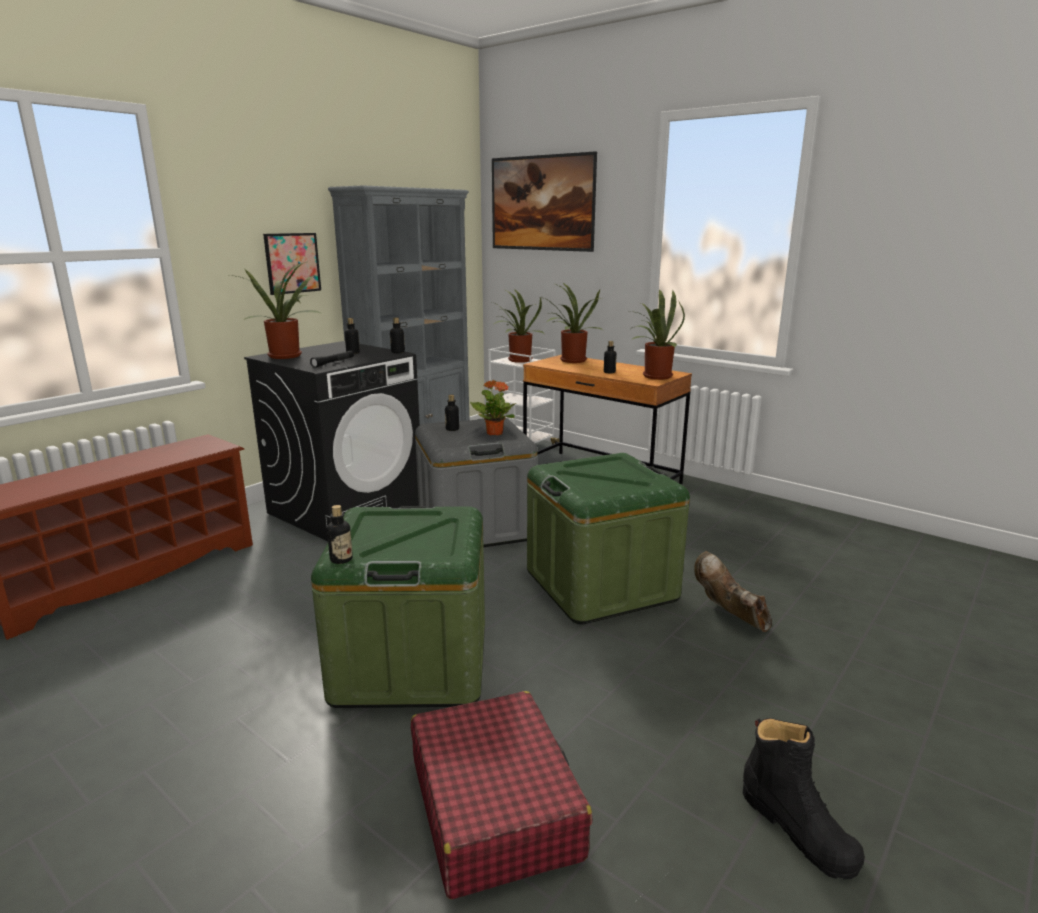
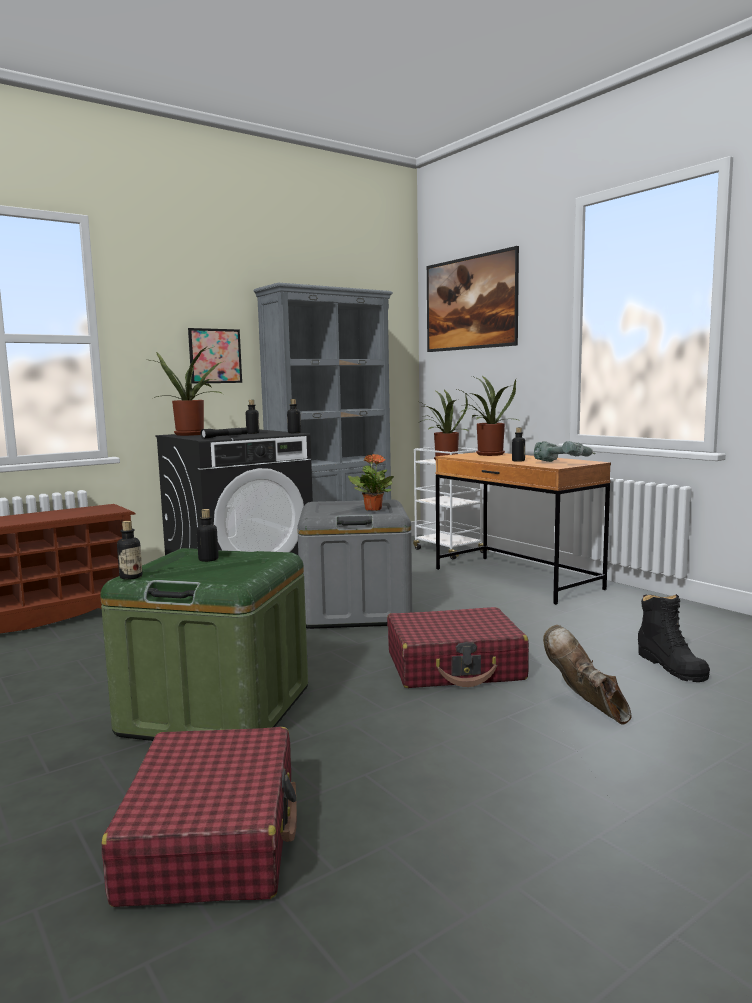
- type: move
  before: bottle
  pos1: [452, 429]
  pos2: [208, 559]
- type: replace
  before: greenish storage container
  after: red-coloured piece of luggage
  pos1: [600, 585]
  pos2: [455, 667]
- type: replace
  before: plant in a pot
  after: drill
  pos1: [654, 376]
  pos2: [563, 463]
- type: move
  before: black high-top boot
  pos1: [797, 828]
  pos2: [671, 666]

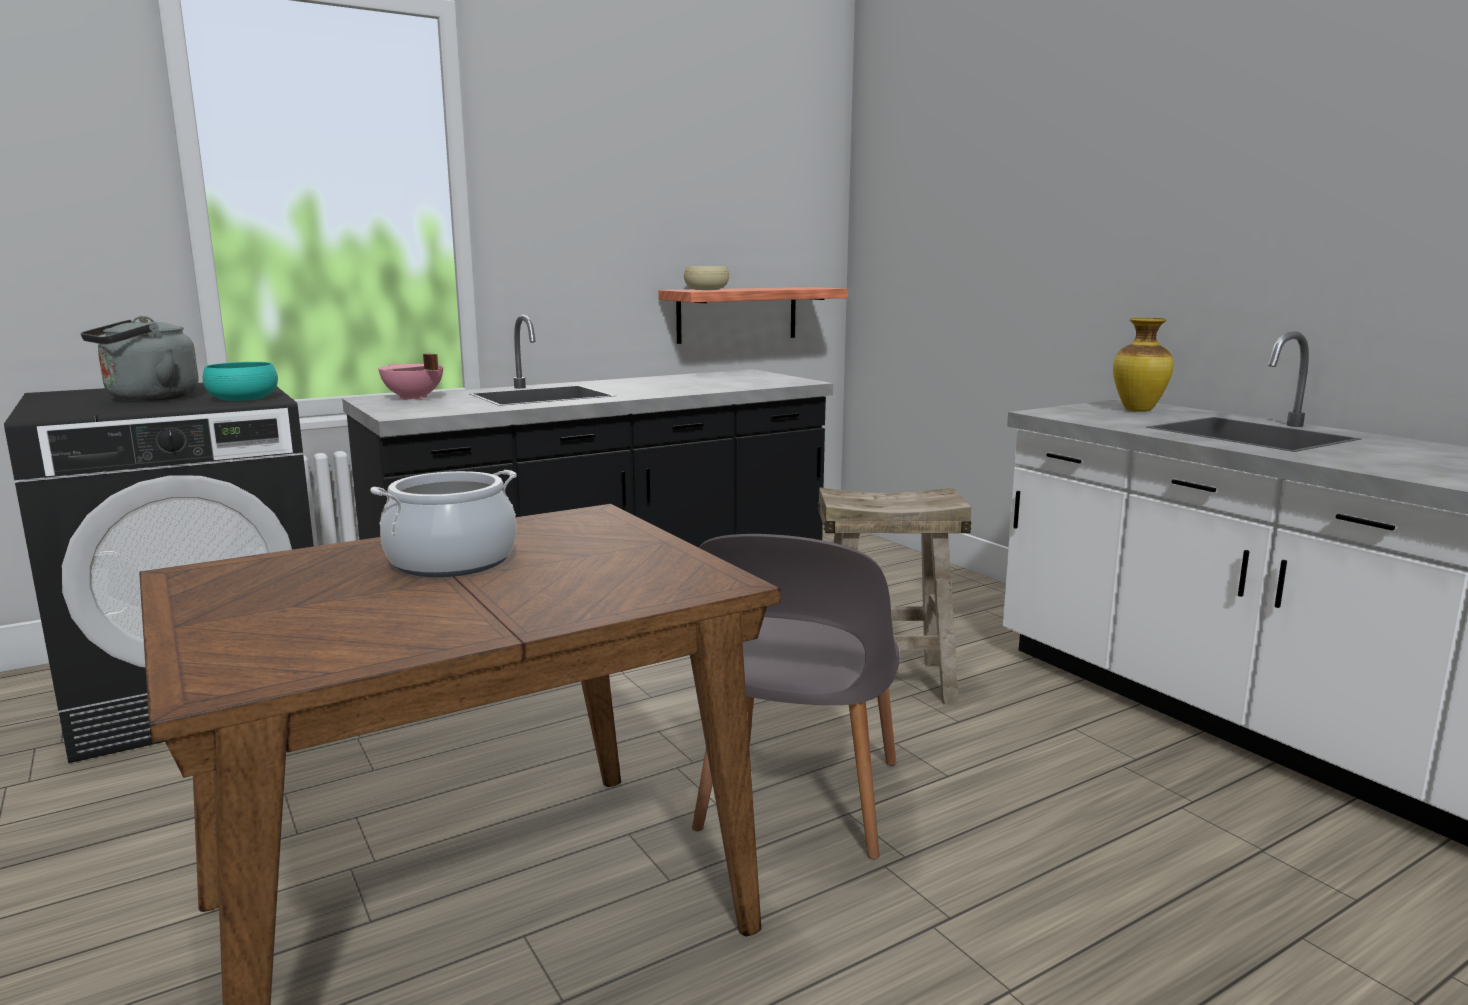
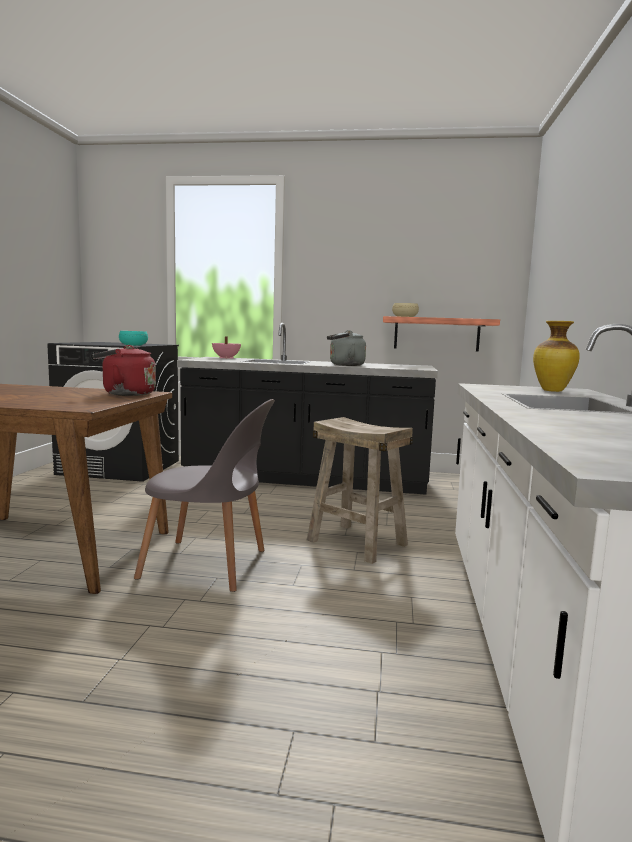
- type: move
  before: greyish kettle
  pos1: [147, 398]
  pos2: [344, 365]
- type: delete
  before: stockpot
  pos1: [452, 562]
- type: rotate
  before: greyish upright chair
  pos1: [798, 800]
  pos2: [209, 565]
  turn: -135
- type: insert
  after: red-coloured kettle
  pos2: [125, 394]

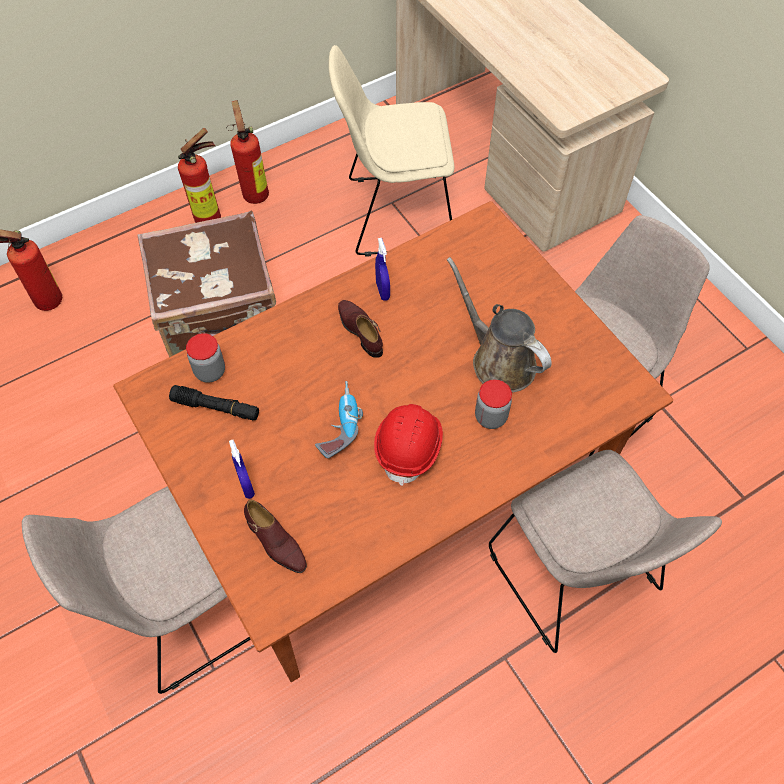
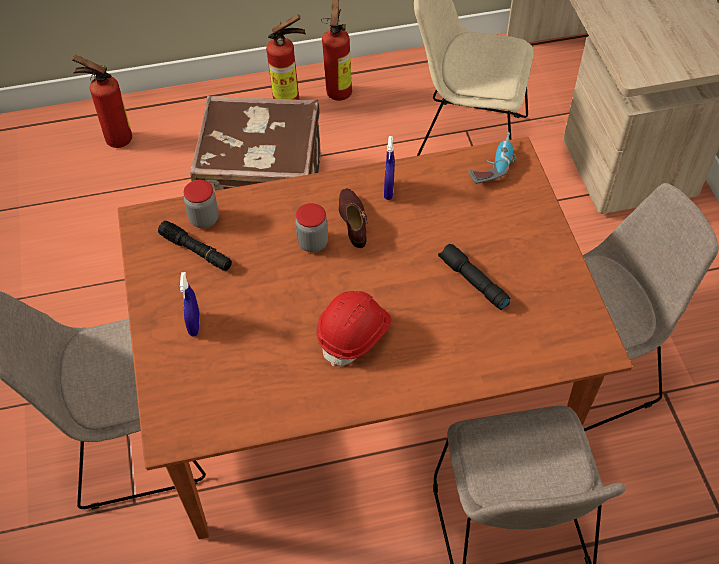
- type: delete
  before: brown shoe
  pos1: [275, 542]
- type: move
  before: drill
  pos1: [339, 424]
  pos2: [493, 164]
- type: replace
  before: brown sprinkling can
  after: black hand torch
  pos1: [498, 360]
  pos2: [472, 282]
- type: move
  before: jar
  pos1: [490, 417]
  pos2: [313, 243]

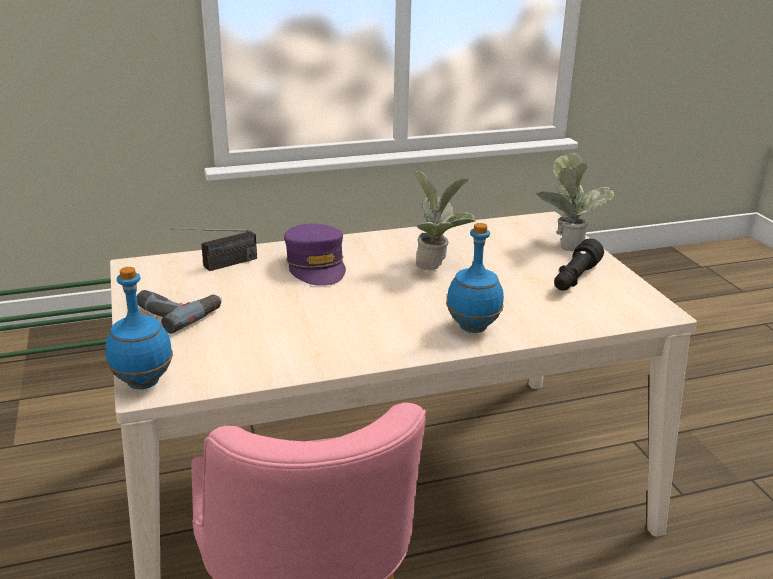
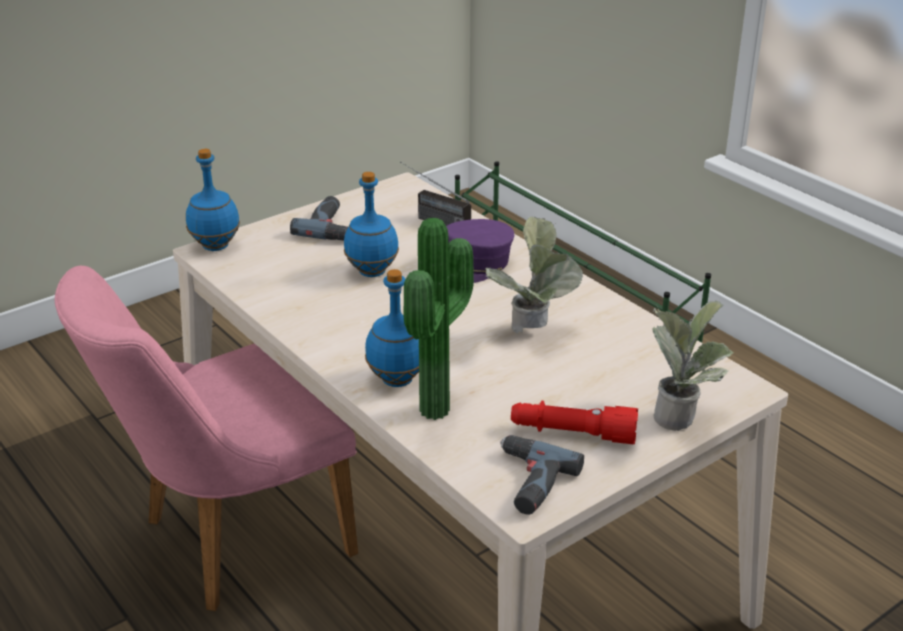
- type: recolor
  before: black hand torch
  after: red-coloured hand torch
  pos1: [575, 278]
  pos2: [572, 433]
- type: insert
  after: blue bottle
  pos2: [372, 272]
- type: insert
  after: plant in a pot
  pos2: [440, 411]
- type: insert
  after: drill
  pos2: [526, 482]

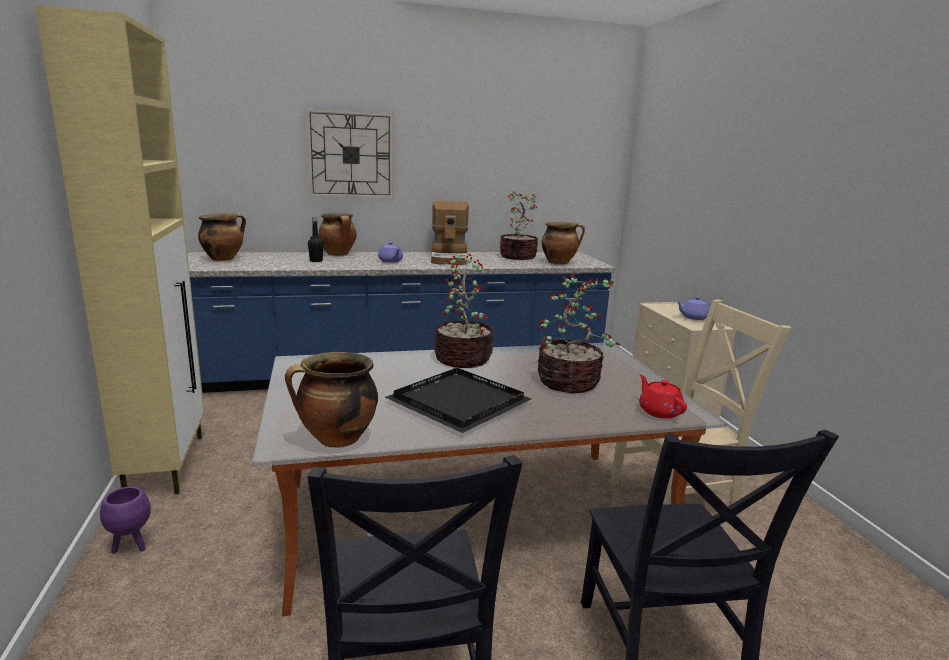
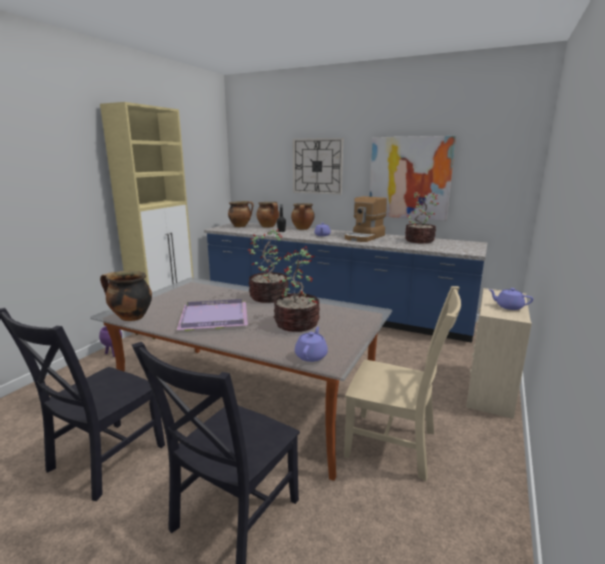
- type: recolor
  before: black carrying tray
  after: purple carrying tray
  pos1: [458, 401]
  pos2: [215, 316]
- type: move
  before: stockpot
  pos1: [559, 263]
  pos2: [268, 226]
- type: recolor
  before: red-coloured tea pot
  after: purple tea pot
  pos1: [659, 411]
  pos2: [311, 355]
- type: insert
  after: wall art
  pos2: [409, 178]

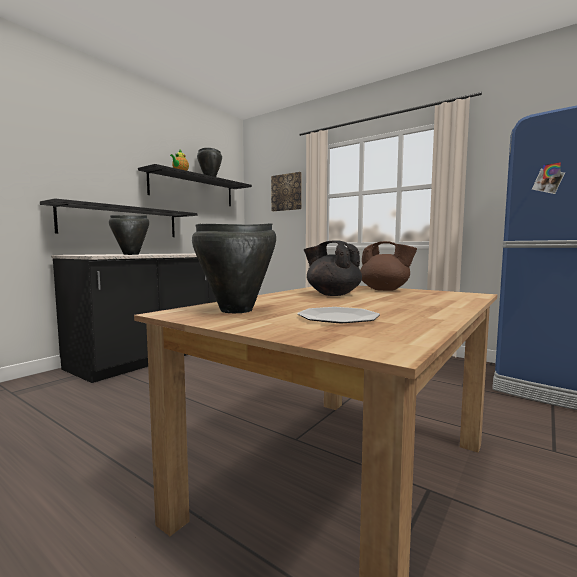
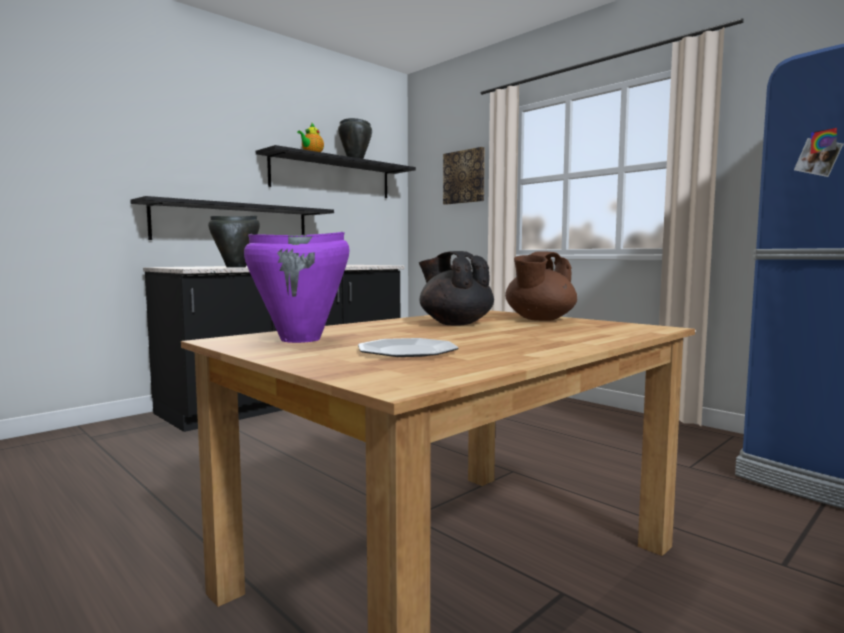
- type: recolor
  before: black stockpot
  after: purple stockpot
  pos1: [237, 310]
  pos2: [301, 339]
- type: rotate
  before: brown tea pot
  pos1: [385, 290]
  pos2: [539, 319]
  turn: 90

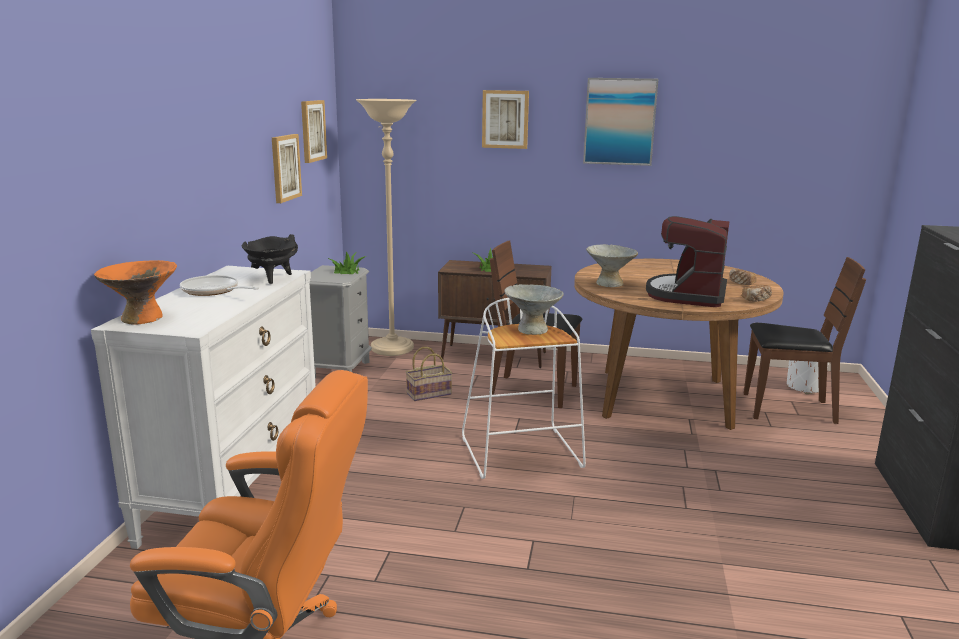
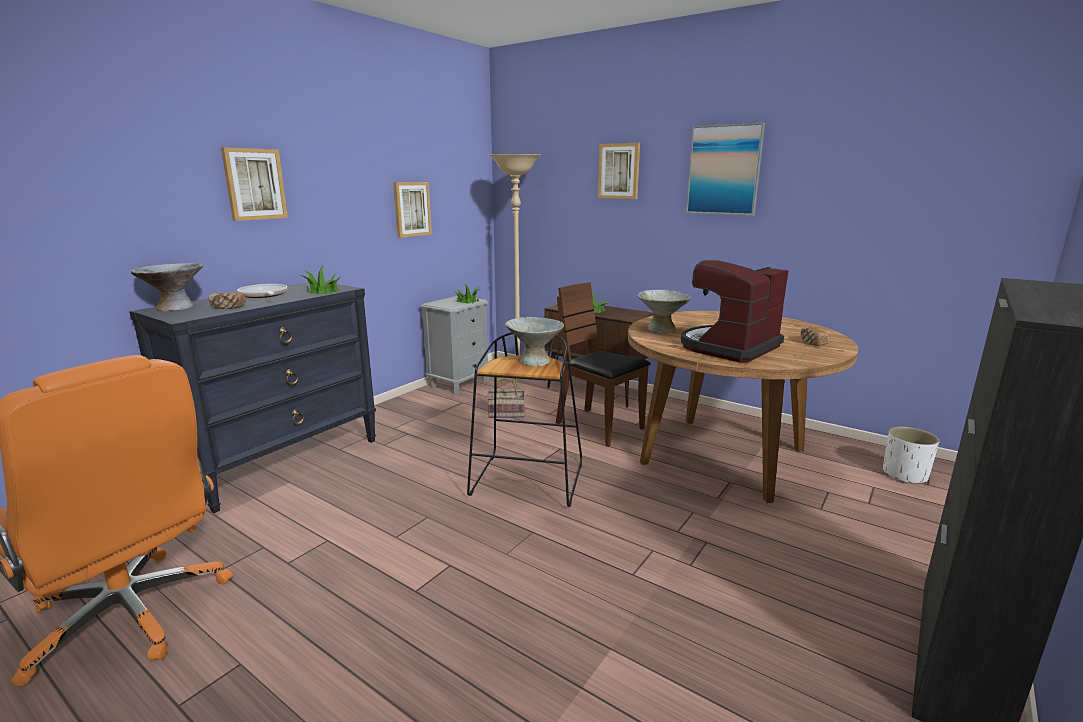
- type: recolor
  before: whitish dresser
  after: black dresser
  pos1: [234, 491]
  pos2: [283, 462]
- type: recolor
  before: orange-coloured deep dish
  after: greyish deep dish
  pos1: [142, 318]
  pos2: [175, 307]
- type: replace
  before: black stockpot
  after: plant in a pot
  pos1: [271, 278]
  pos2: [322, 291]
- type: move
  before: wall art
  pos1: [312, 131]
  pos2: [254, 184]
- type: recolor
  before: whitish stool
  after: black stool
  pos1: [523, 454]
  pos2: [528, 481]
- type: move
  before: bakery bread
  pos1: [756, 300]
  pos2: [228, 308]
- type: delete
  before: brown upright chair
  pos1: [787, 409]

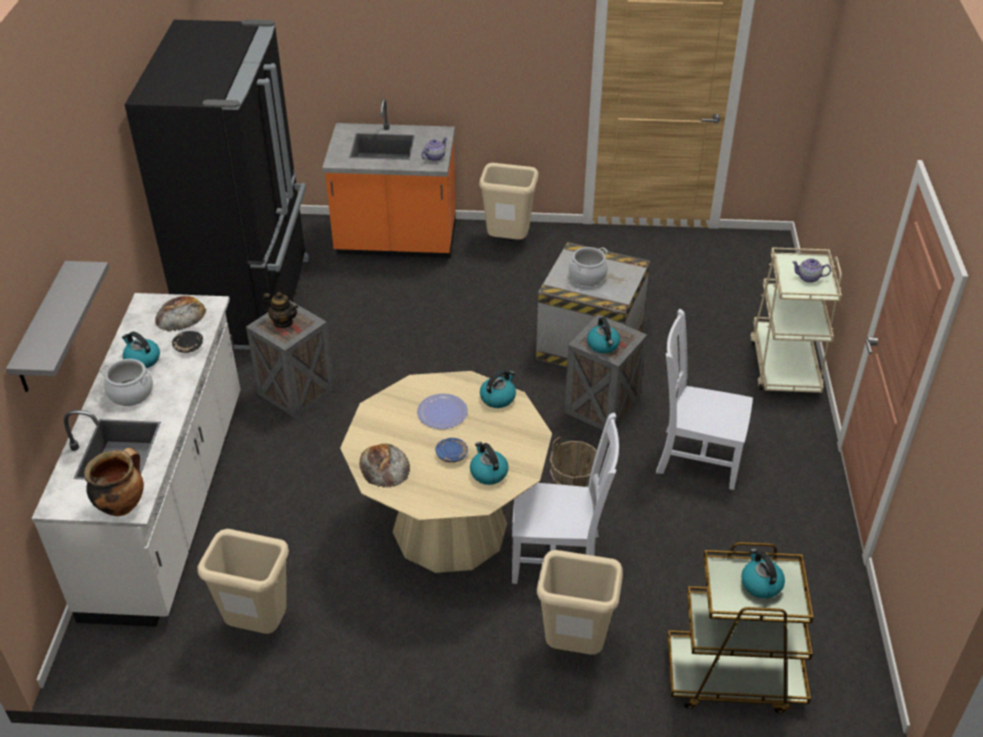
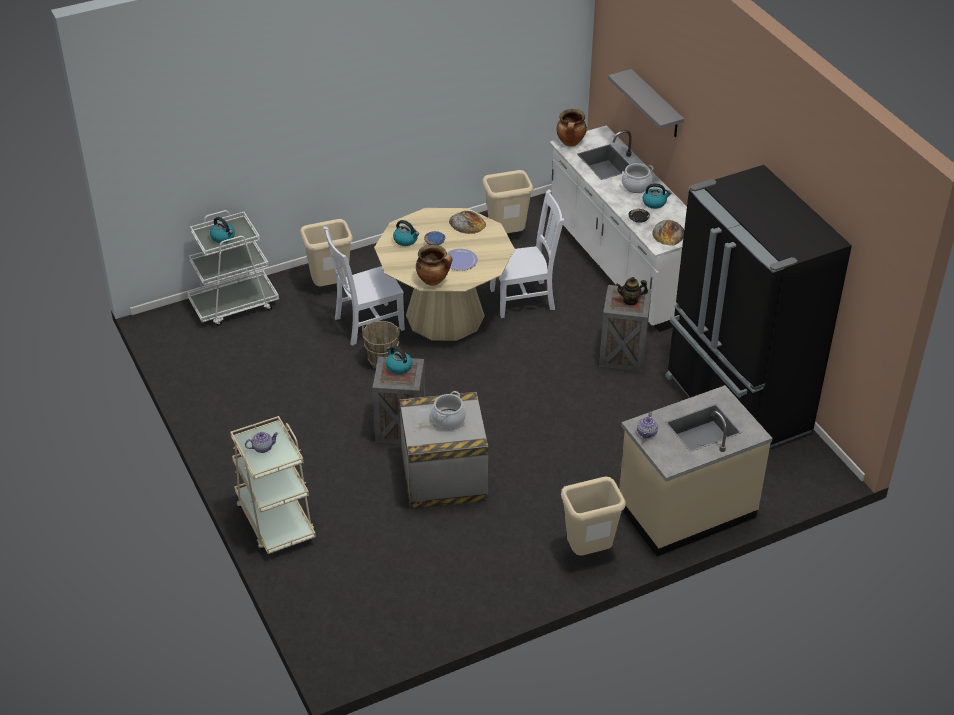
- type: recolor
  before: orange-coloured kitchen counter
  after: beige kitchen counter
  pos1: [396, 241]
  pos2: [685, 509]
- type: replace
  before: kettle
  after: stockpot
  pos1: [498, 397]
  pos2: [433, 281]
- type: move
  before: whitish upright chair
  pos1: [696, 457]
  pos2: [524, 299]
- type: recolor
  before: brown trolley
  after: whitish trolley
  pos1: [733, 677]
  pos2: [234, 305]

